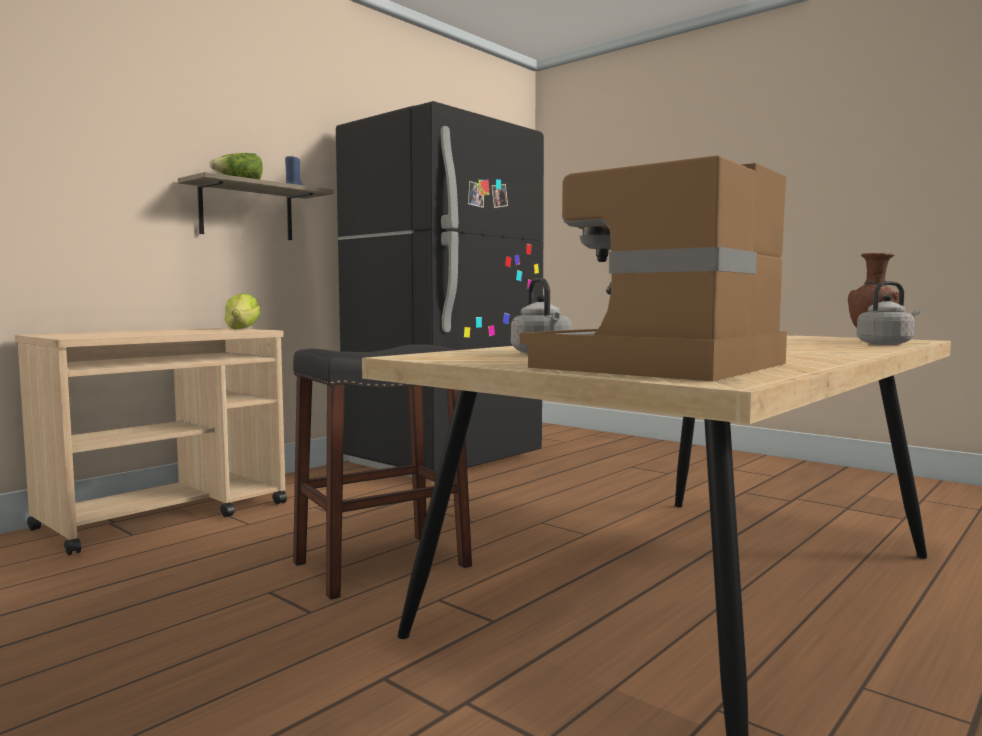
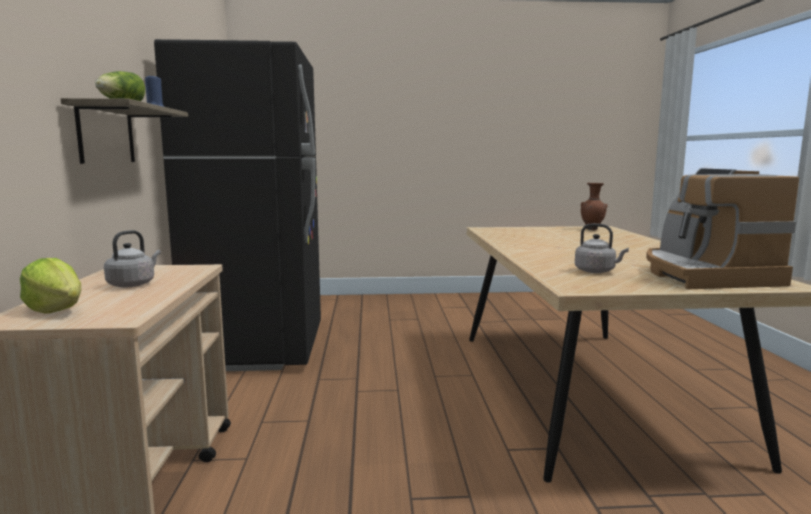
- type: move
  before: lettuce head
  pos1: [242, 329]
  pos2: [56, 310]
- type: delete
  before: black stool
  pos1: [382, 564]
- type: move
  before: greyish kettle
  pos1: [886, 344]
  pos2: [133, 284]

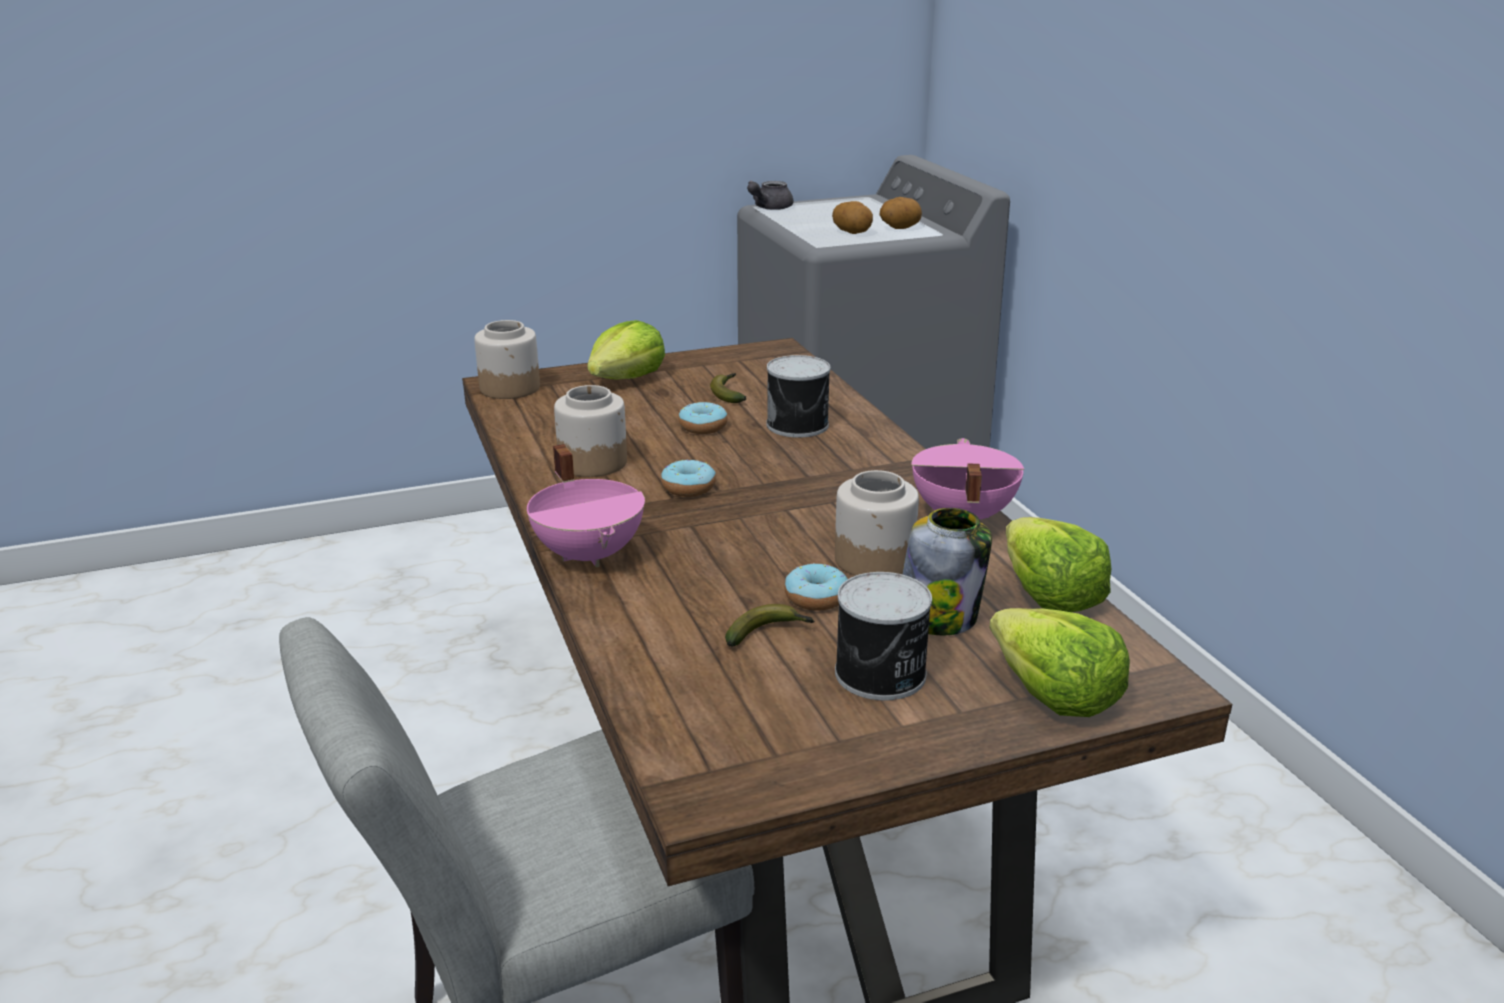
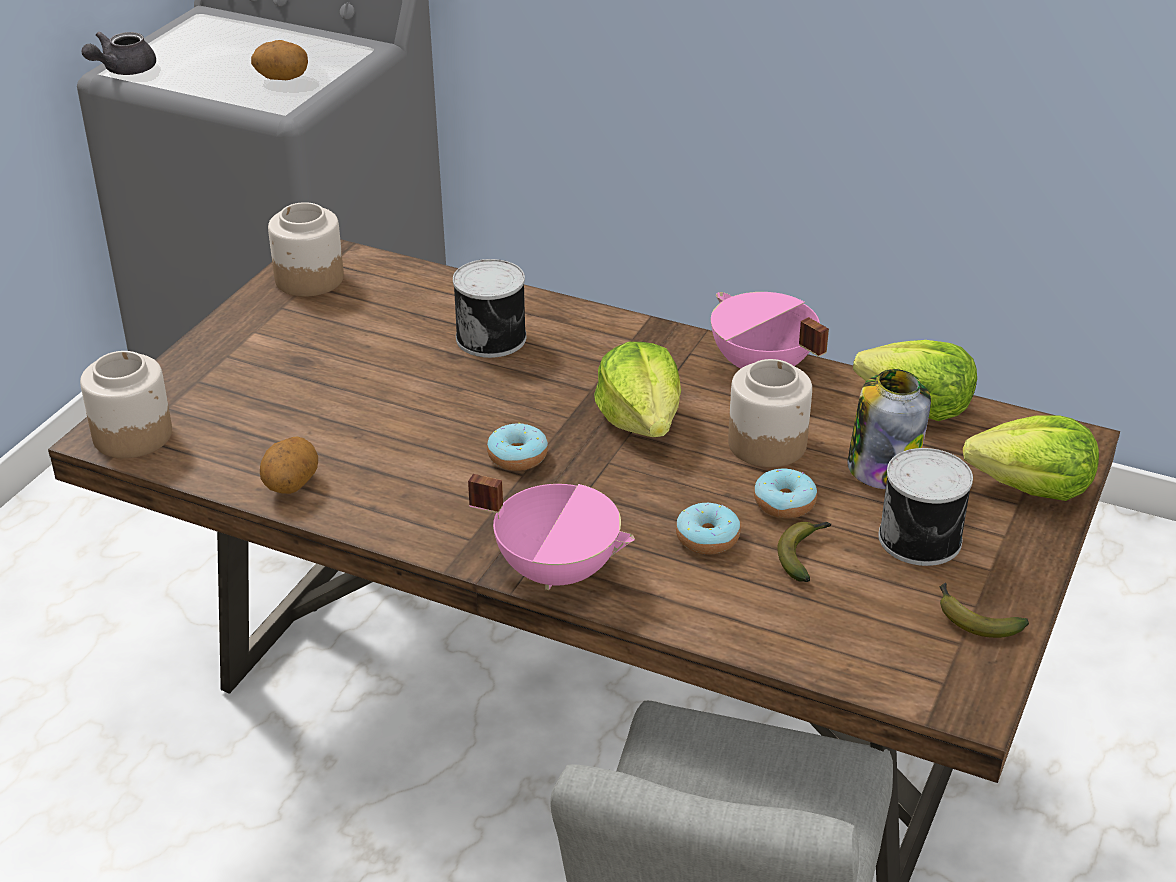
- type: move
  before: jar
  pos1: [592, 462]
  pos2: [308, 278]
- type: move
  before: lettuce head
  pos1: [627, 379]
  pos2: [641, 419]
- type: move
  before: doughnut
  pos1: [703, 427]
  pos2: [707, 538]
- type: move
  before: banana fruit
  pos1: [729, 393]
  pos2: [973, 619]
- type: rotate
  before: greyish tea pot
  pos1: [768, 208]
  pos2: [123, 70]
  turn: 45
- type: move
  before: potato
  pos1: [899, 228]
  pos2: [290, 485]

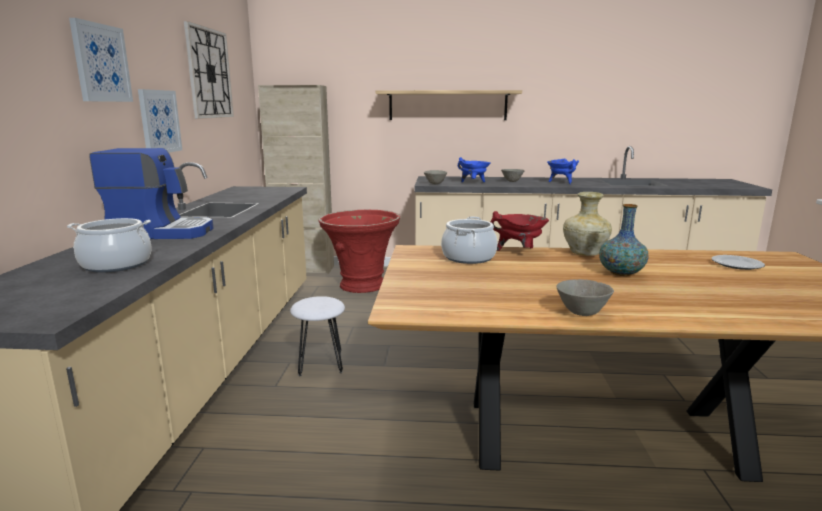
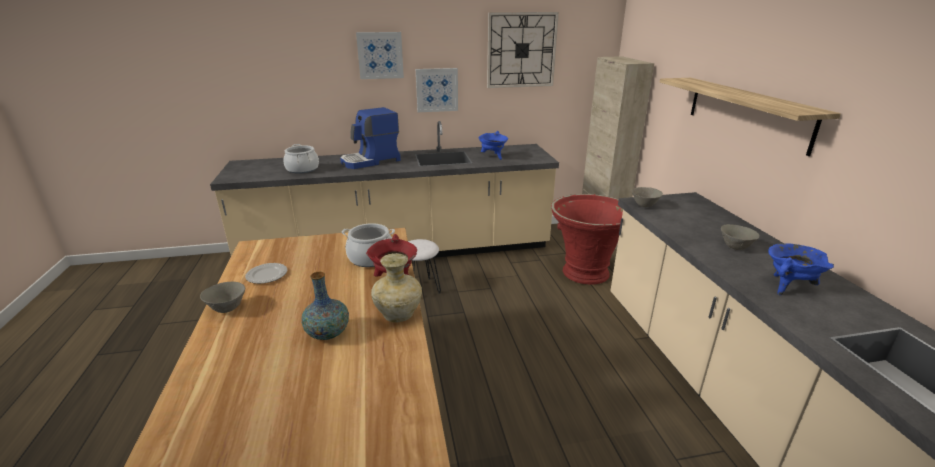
- type: rotate
  before: coffee maker
  pos1: [161, 232]
  pos2: [371, 161]
  turn: 75
- type: move
  before: blue stockpot
  pos1: [473, 183]
  pos2: [493, 157]
- type: move
  before: dinner plate
  pos1: [736, 265]
  pos2: [266, 275]

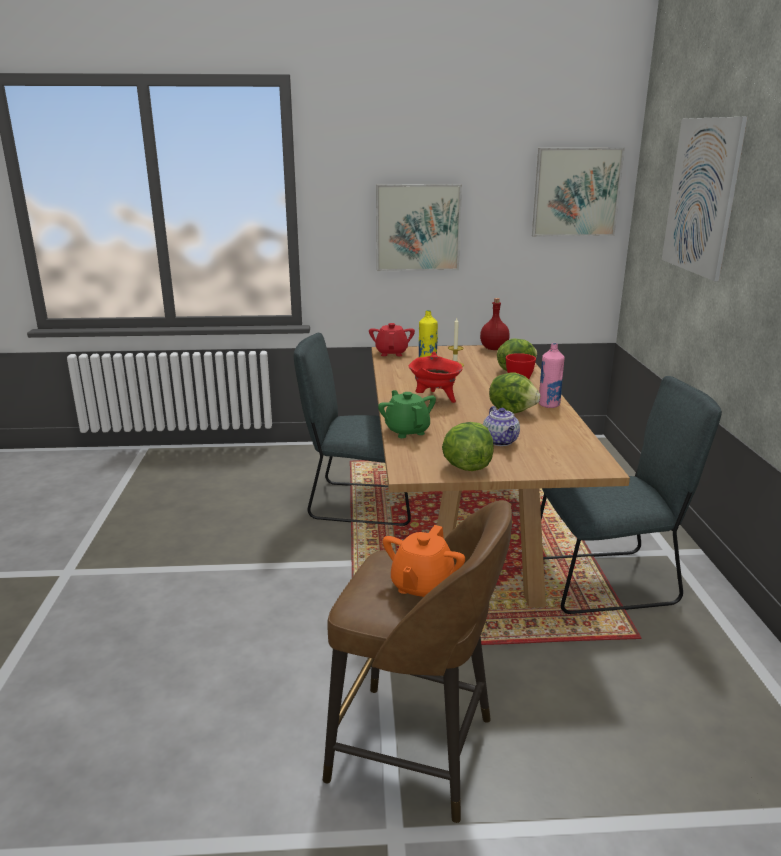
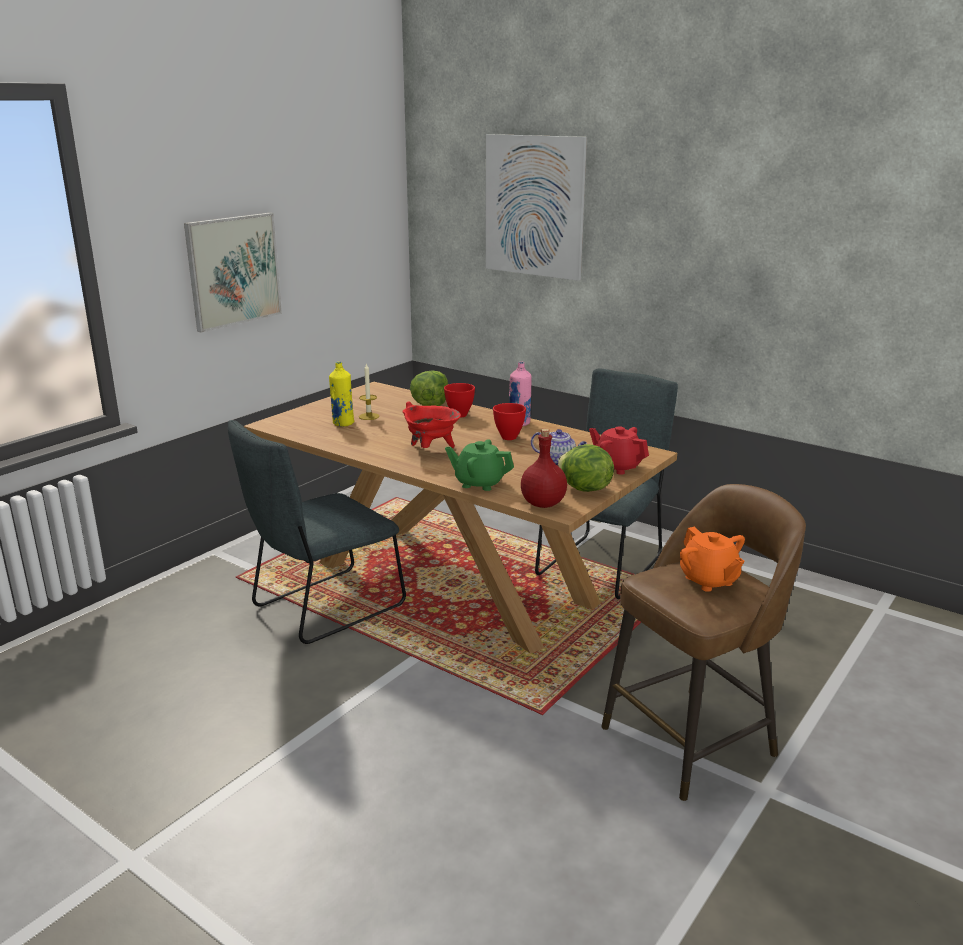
- type: move
  before: red-coloured tea pot
  pos1: [391, 353]
  pos2: [617, 467]
- type: move
  before: red-coloured bottle
  pos1: [494, 348]
  pos2: [542, 503]
- type: replace
  before: lettuce head
  after: red-coloured deep dish
  pos1: [512, 411]
  pos2: [508, 437]
- type: delete
  before: wall art
  pos1: [576, 192]

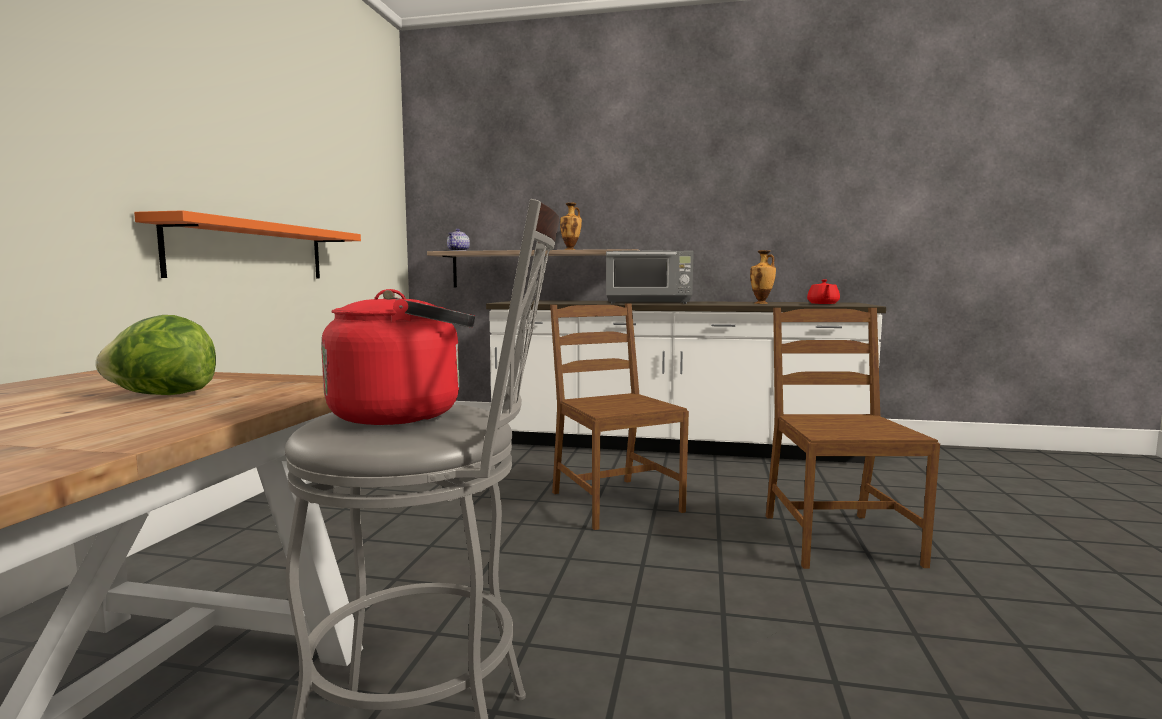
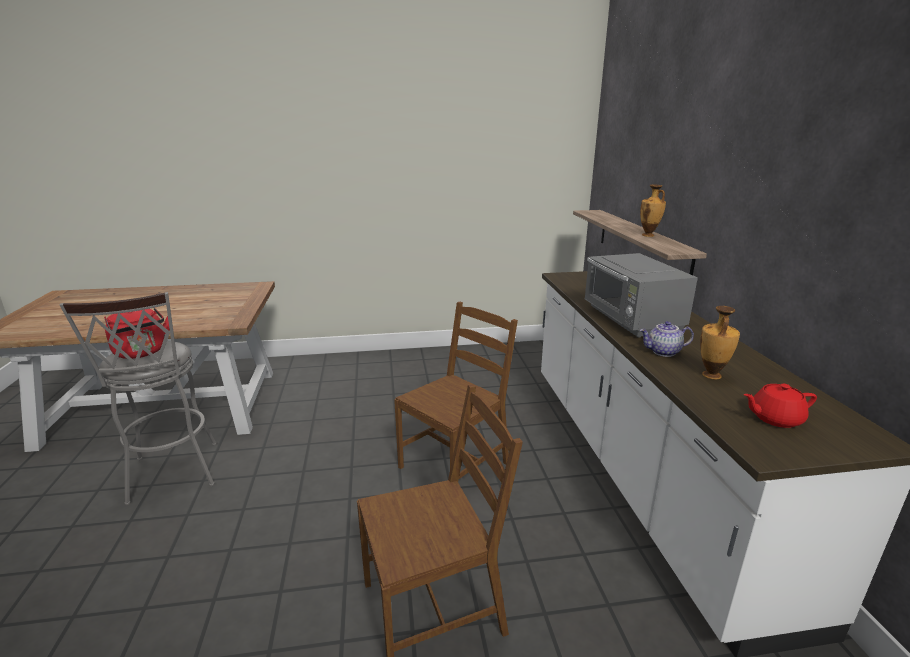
- type: delete
  before: lettuce head
  pos1: [163, 395]
- type: delete
  before: orange-coloured shelf
  pos1: [251, 252]
- type: move
  before: tea pot
  pos1: [459, 251]
  pos2: [663, 352]

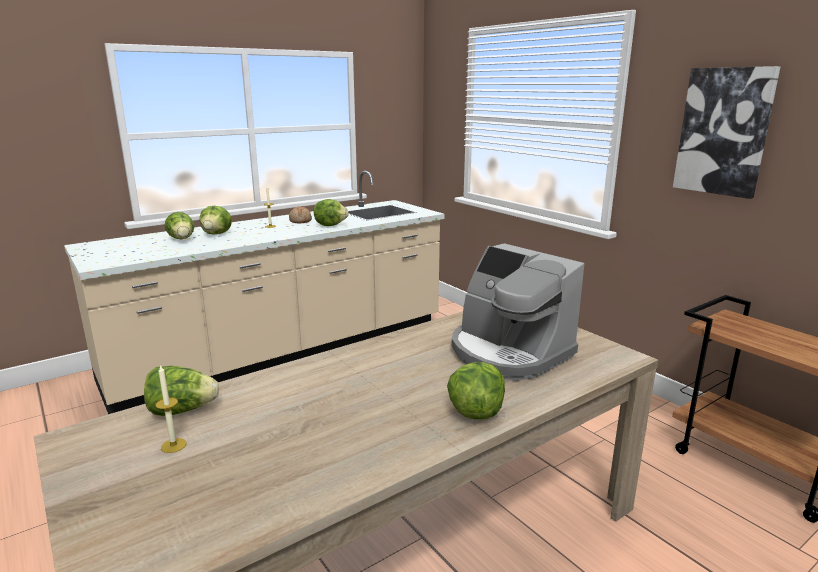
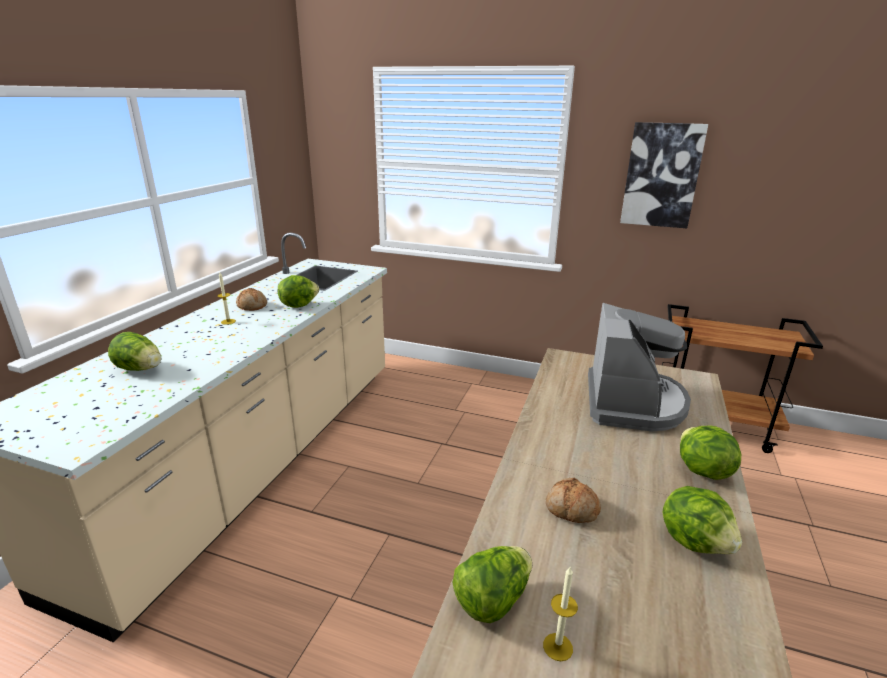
- type: move
  before: lettuce head
  pos1: [217, 234]
  pos2: [695, 541]
- type: rotate
  before: coffee maker
  pos1: [508, 353]
  pos2: [633, 403]
  turn: -90
- type: insert
  after: bakery bread
  pos2: [571, 509]

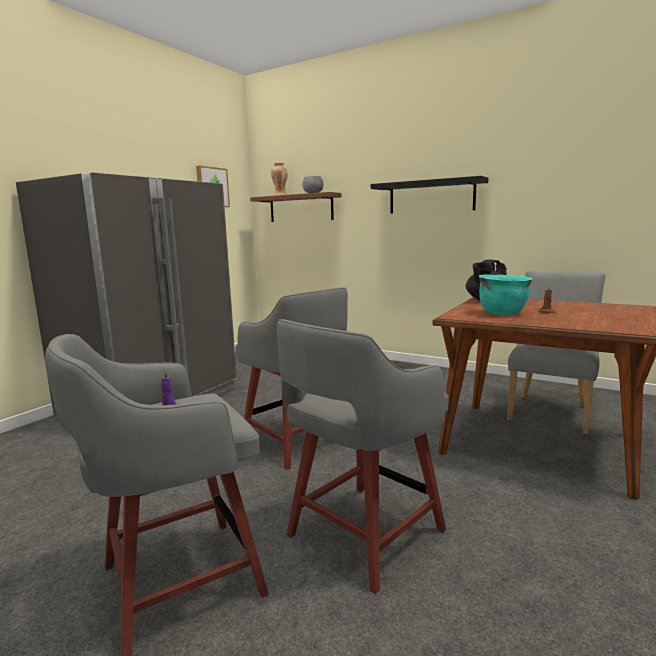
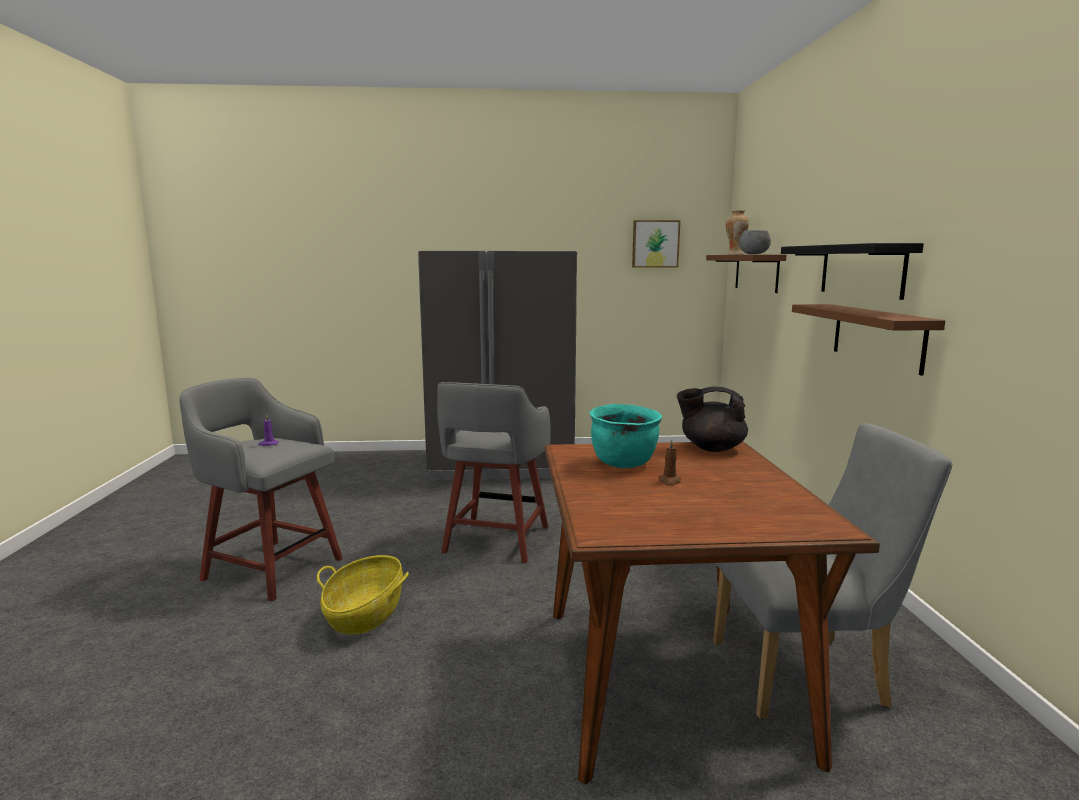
- type: replace
  before: greyish stool
  after: household basket
  pos1: [361, 535]
  pos2: [365, 614]
- type: insert
  after: brown shelf
  pos2: [877, 336]

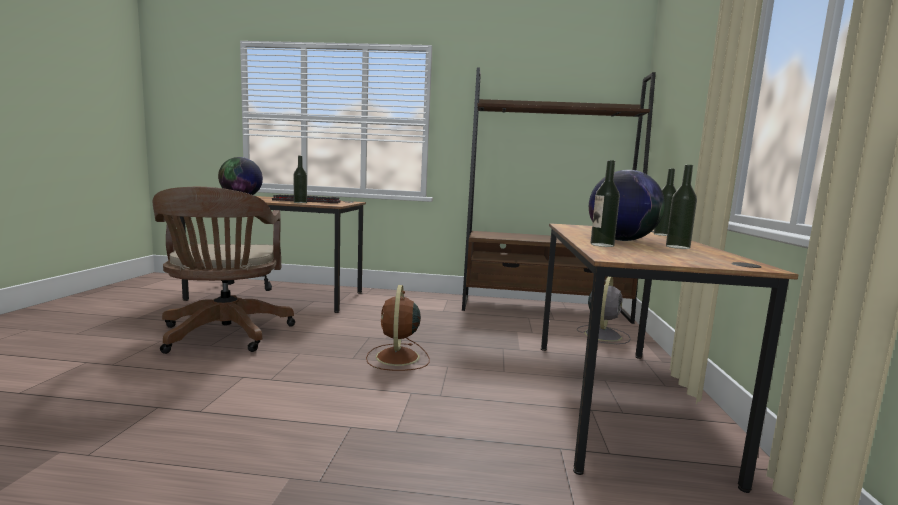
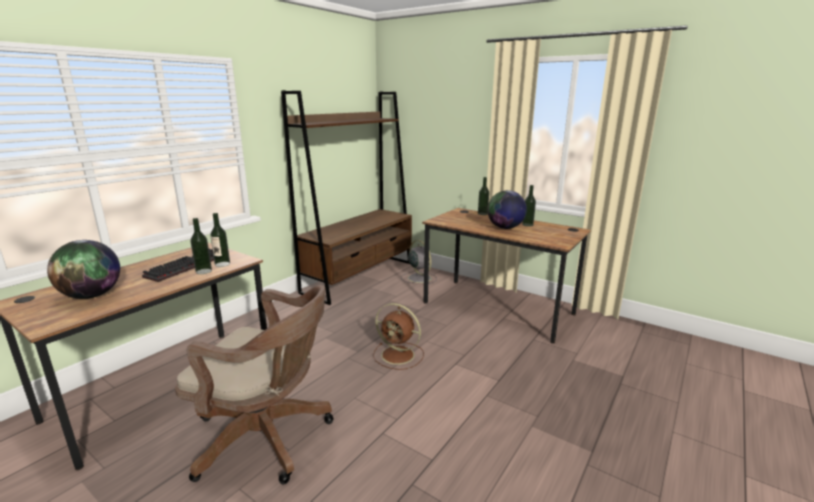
- type: move
  before: bottle
  pos1: [602, 245]
  pos2: [222, 264]

